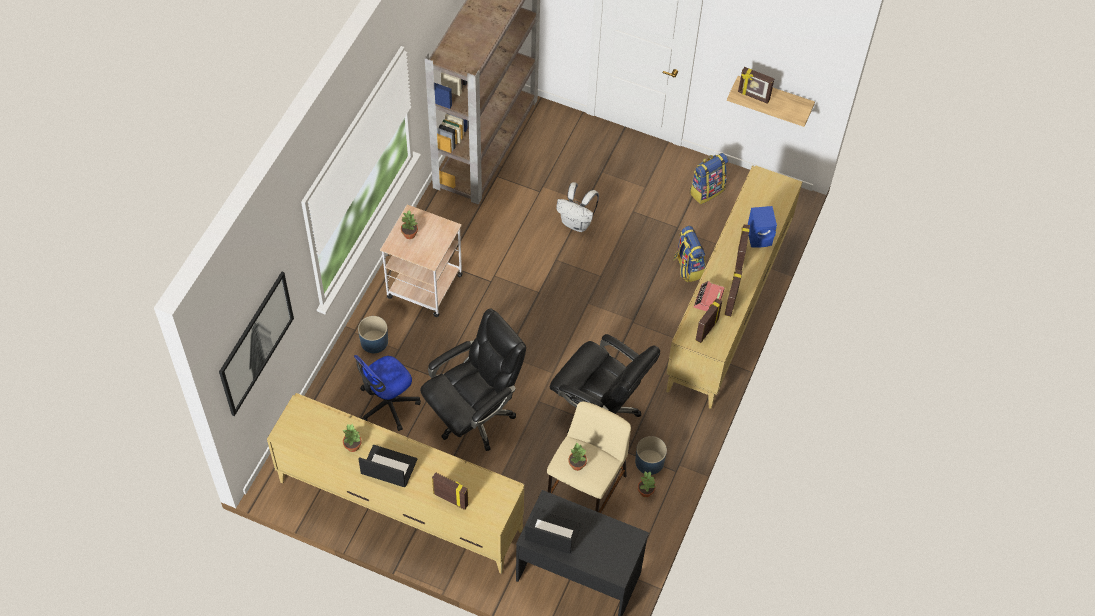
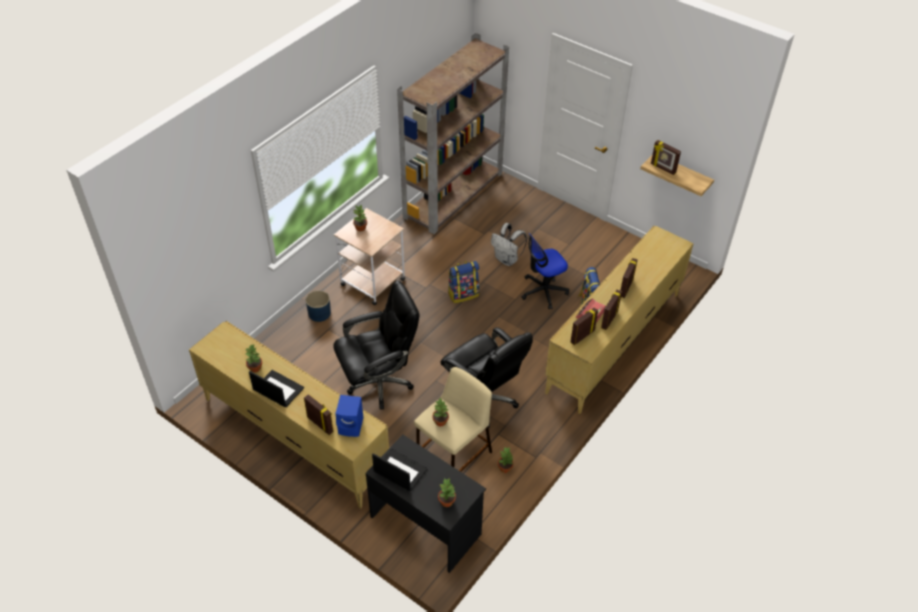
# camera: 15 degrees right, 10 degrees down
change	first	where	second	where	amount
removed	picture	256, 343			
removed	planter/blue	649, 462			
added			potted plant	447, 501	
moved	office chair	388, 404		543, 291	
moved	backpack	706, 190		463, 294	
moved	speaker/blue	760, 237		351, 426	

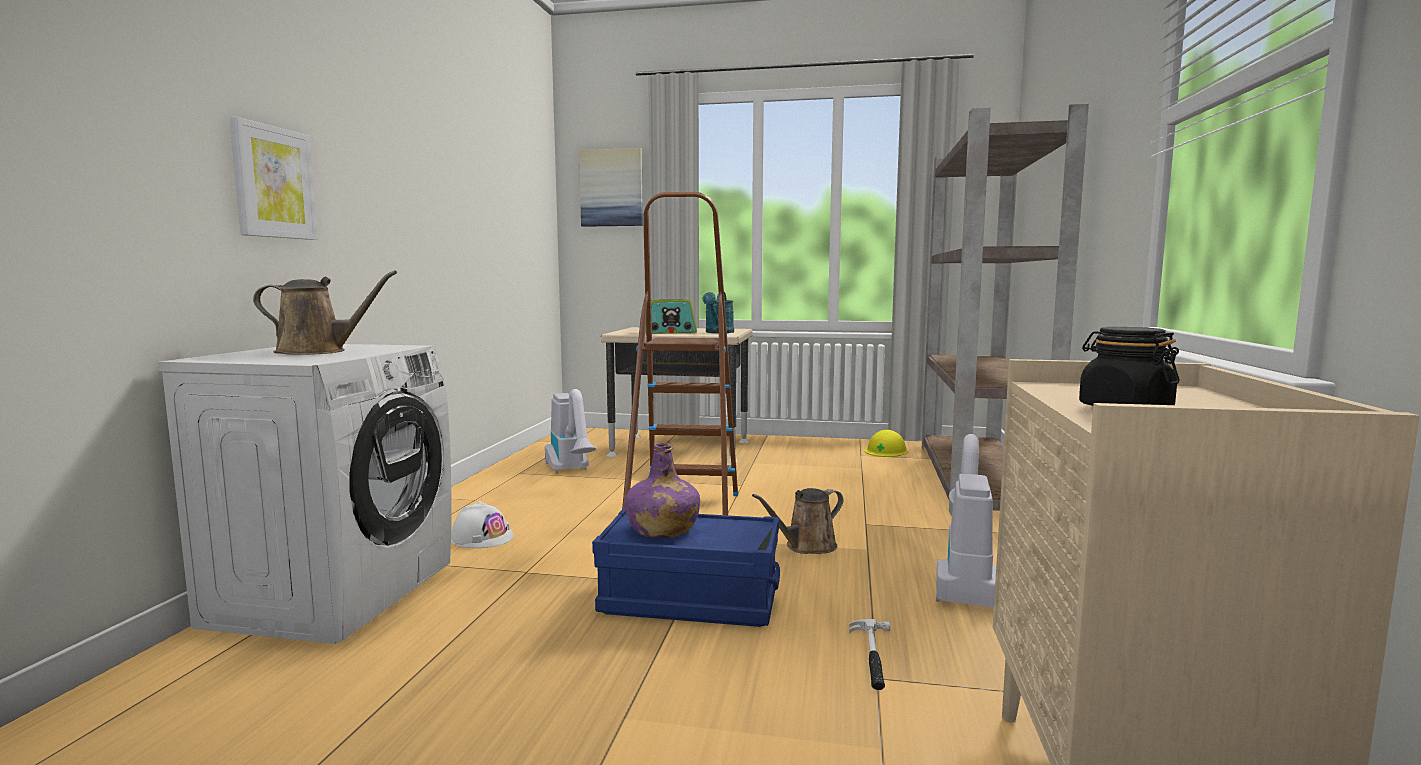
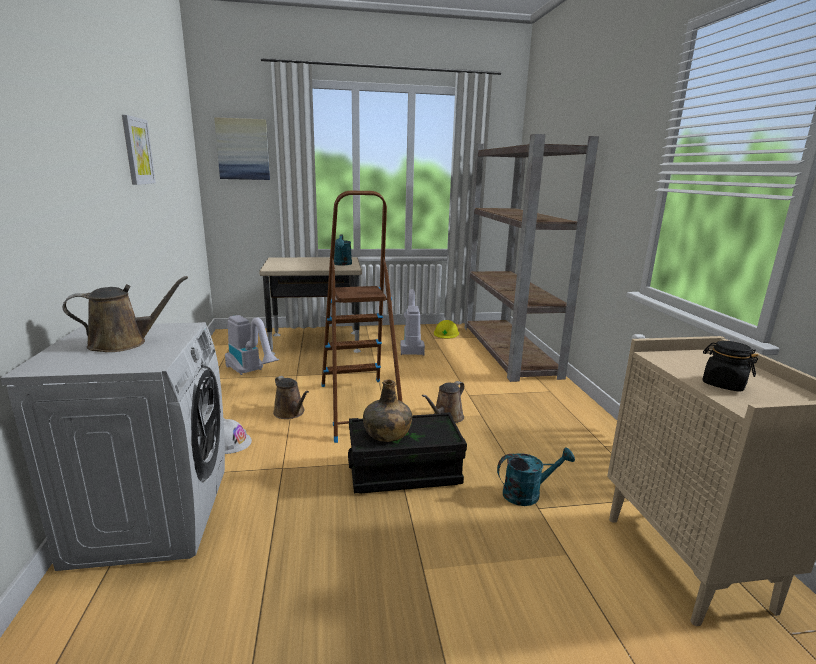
# camera: 20 degrees left, 10 degrees up
change	first	where	second	where	amount
removed	radio	669, 332			
added			watering can/brown	290, 413	
moved	picture	273, 182		137, 151	
moved	vacuum cleaner	965, 578		411, 346	
replaced	hammer	872, 656	watering can/turquoise	528, 493	
recoloured	storage box/blue	690, 599	storage box/black	404, 472	
recoloured	bottle/purple	662, 530	bottle/green	387, 433	

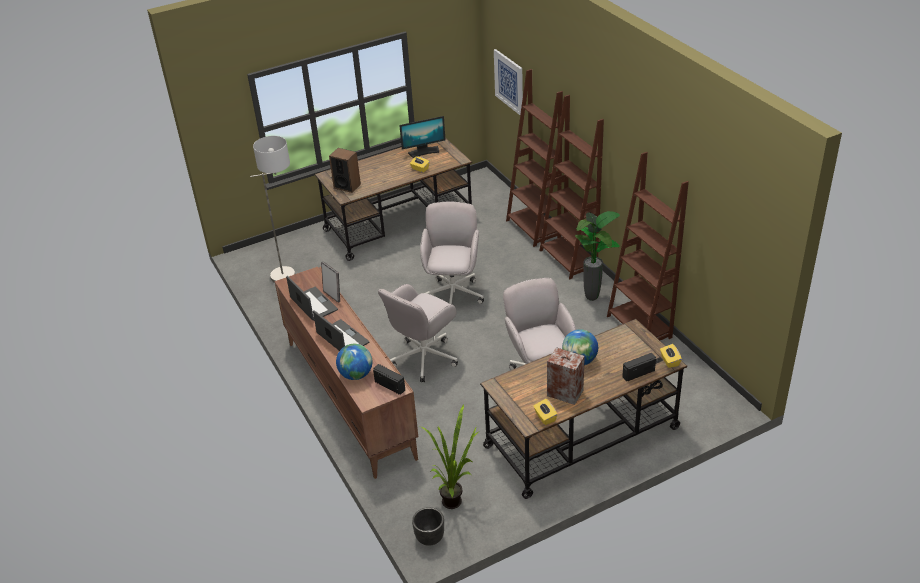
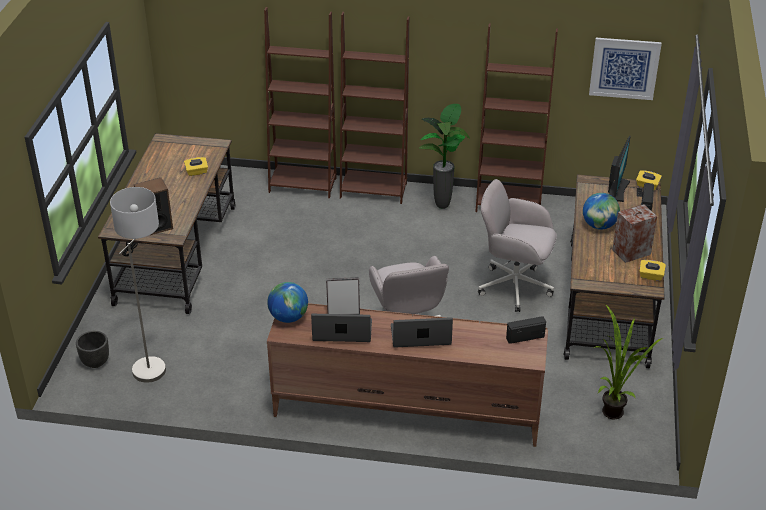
# camera: 55 degrees left, 0 degrees up
change	first	where	second	where	amount
removed	office chair/grey	453, 295			
moved	globe	356, 375		288, 317	
moved	monitor	424, 152		617, 190	
moved	planter/black	429, 537		95, 362	
moved	picture	509, 82		624, 68	

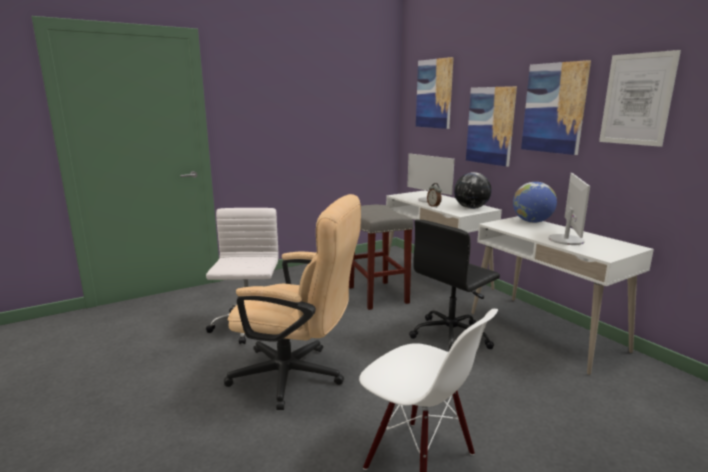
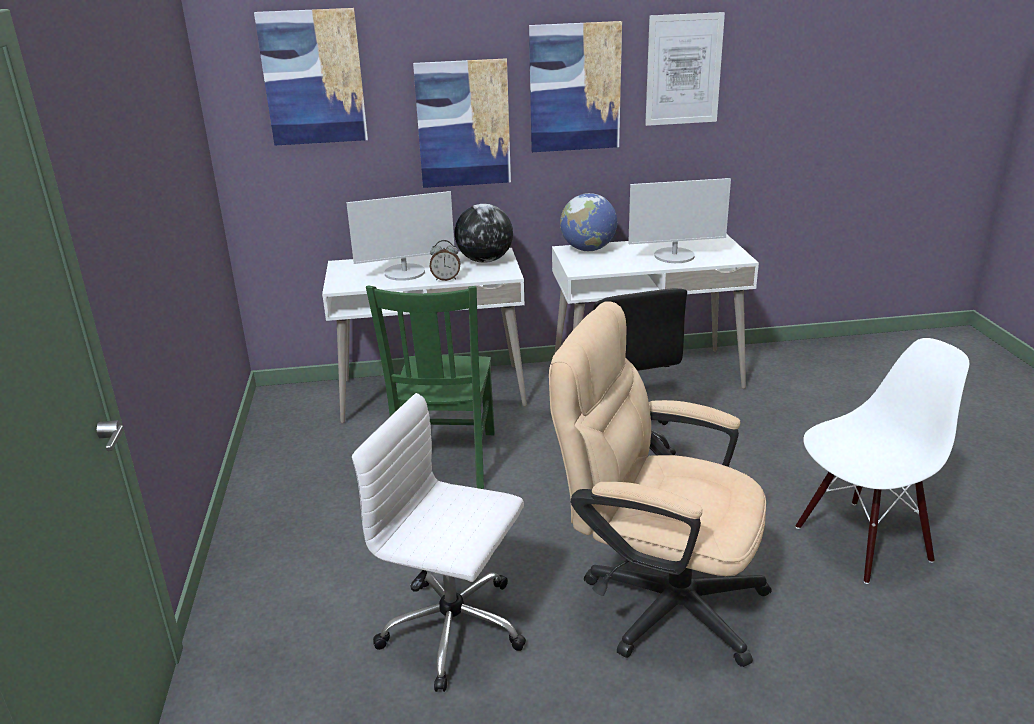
# camera: 65 degrees left, 10 degrees up
change	first	where	second	where	amount
replaced	stool/grey	377, 294	chair/green	446, 461	
turned	office chair/beige	297, 376		657, 599	105 degrees counterclockwise
turned	monitor	566, 240		674, 256	135 degrees clockwise

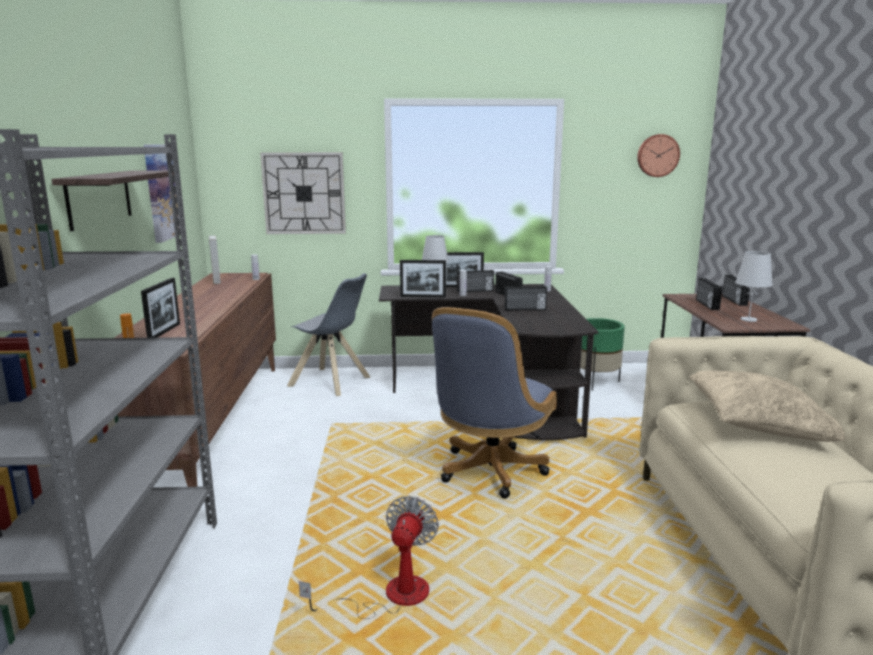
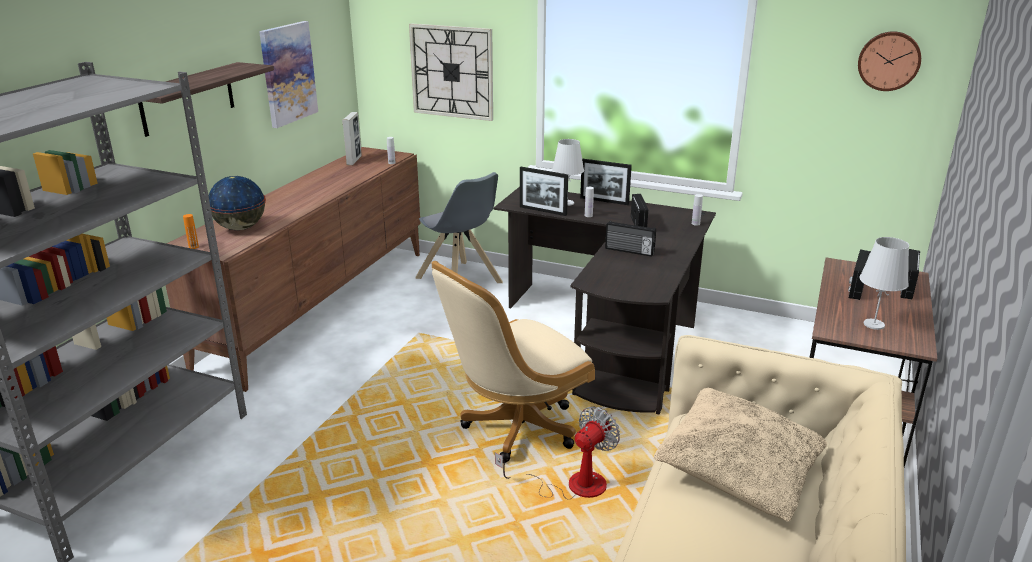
# camera: 25 degrees right, 10 degrees up
change	first	where	second	where	amount
removed	radio	475, 291			
removed	planter/green	596, 382			
moved	fan	391, 596		572, 485	
replaced	picture frame	164, 332	globe	240, 228	
recoloured	office chair/blue	488, 475	office chair/beige	512, 432	

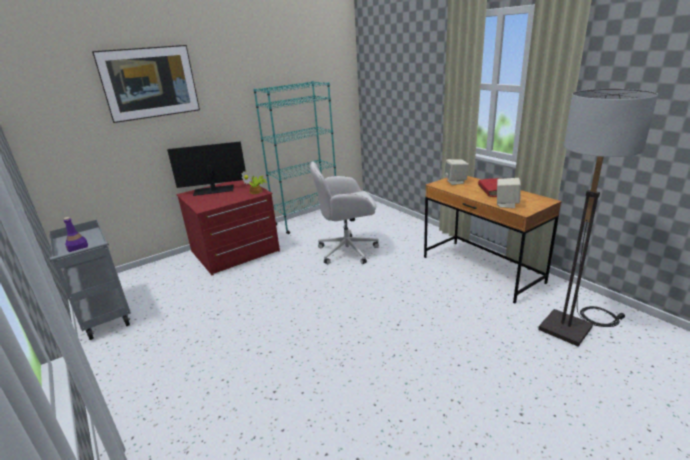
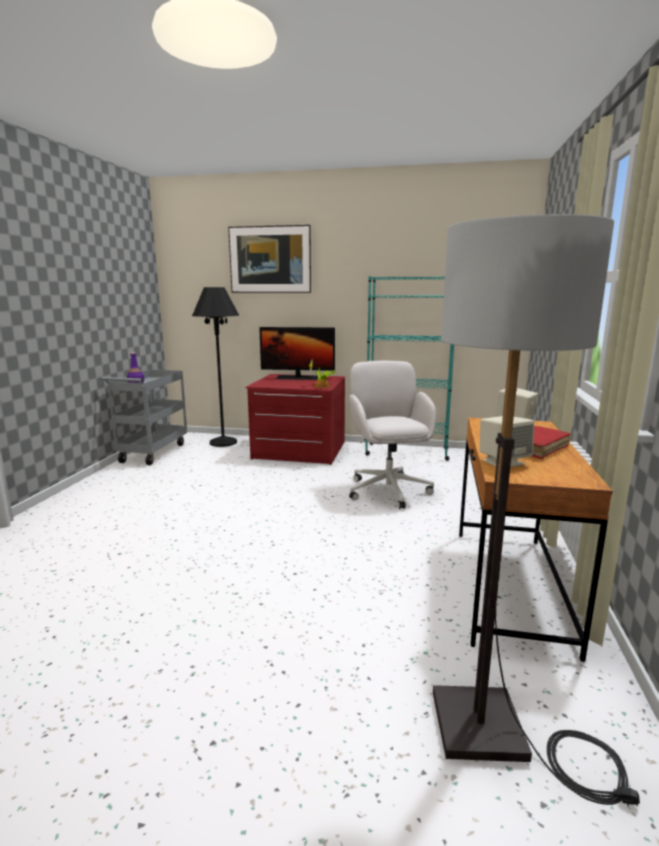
# camera: 45 degrees right, 10 degrees down
change	first	where	second	where	amount
added			floor lamp/black	223, 442	
turned	monitor	213, 190		297, 378	150 degrees clockwise
turned	office chair/white	347, 251		388, 491	45 degrees clockwise

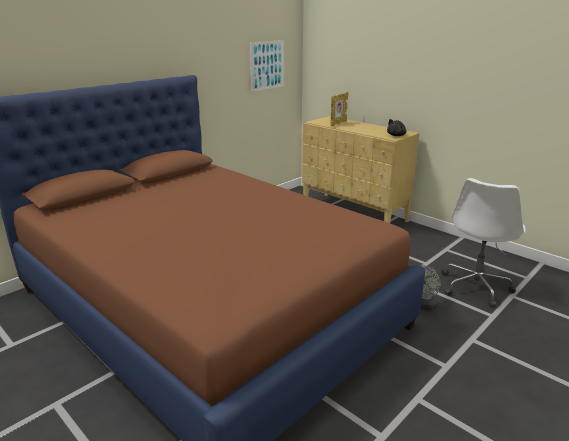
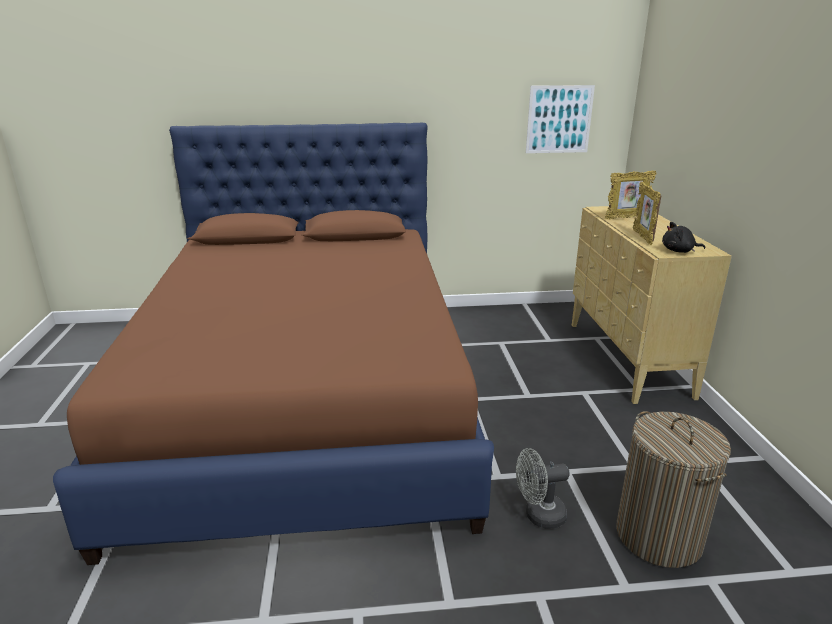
# camera: 40 degrees right, 0 degrees up
change	first	where	second	where	amount
added			picture frame	642, 238	
replaced	office chair/white	474, 288	laundry basket	658, 536	

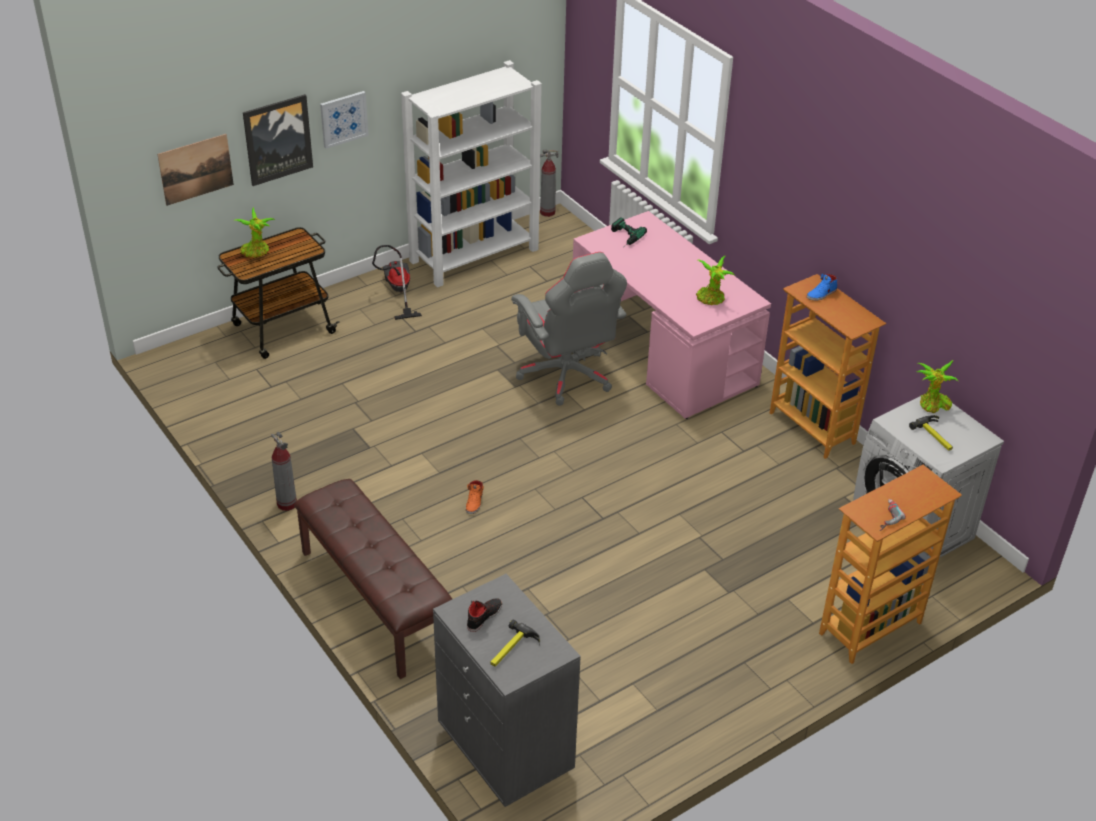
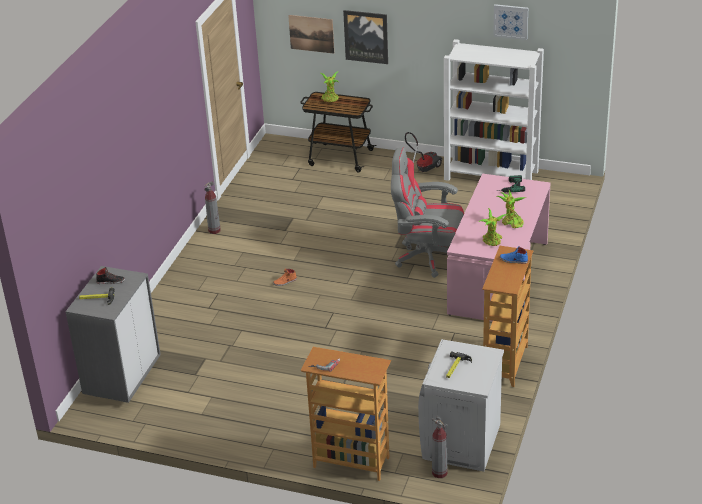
# camera: 55 degrees right, 5 degrees down
change	first	where	second	where	amount
removed	bench/brown	374, 601			
moved	picture	343, 119		511, 21	
moved	fire extinguisher	547, 212		439, 472	
moved	potted plant	932, 405		511, 223	
turned	office chair/grey	565, 375		428, 257	75 degrees clockwise

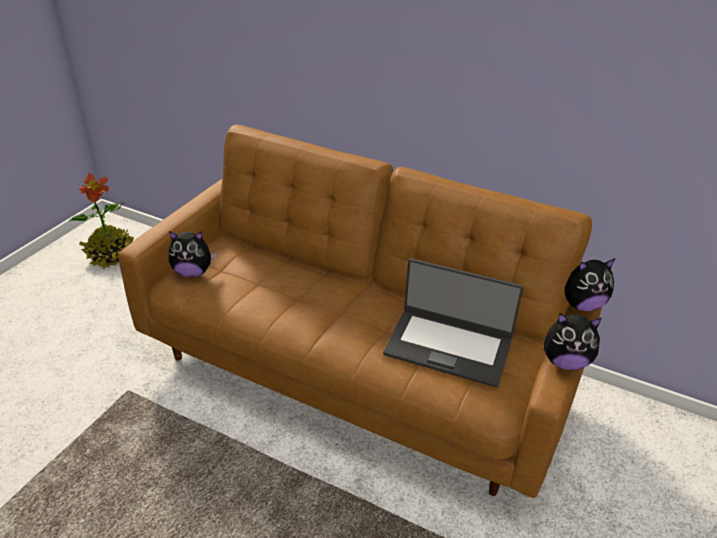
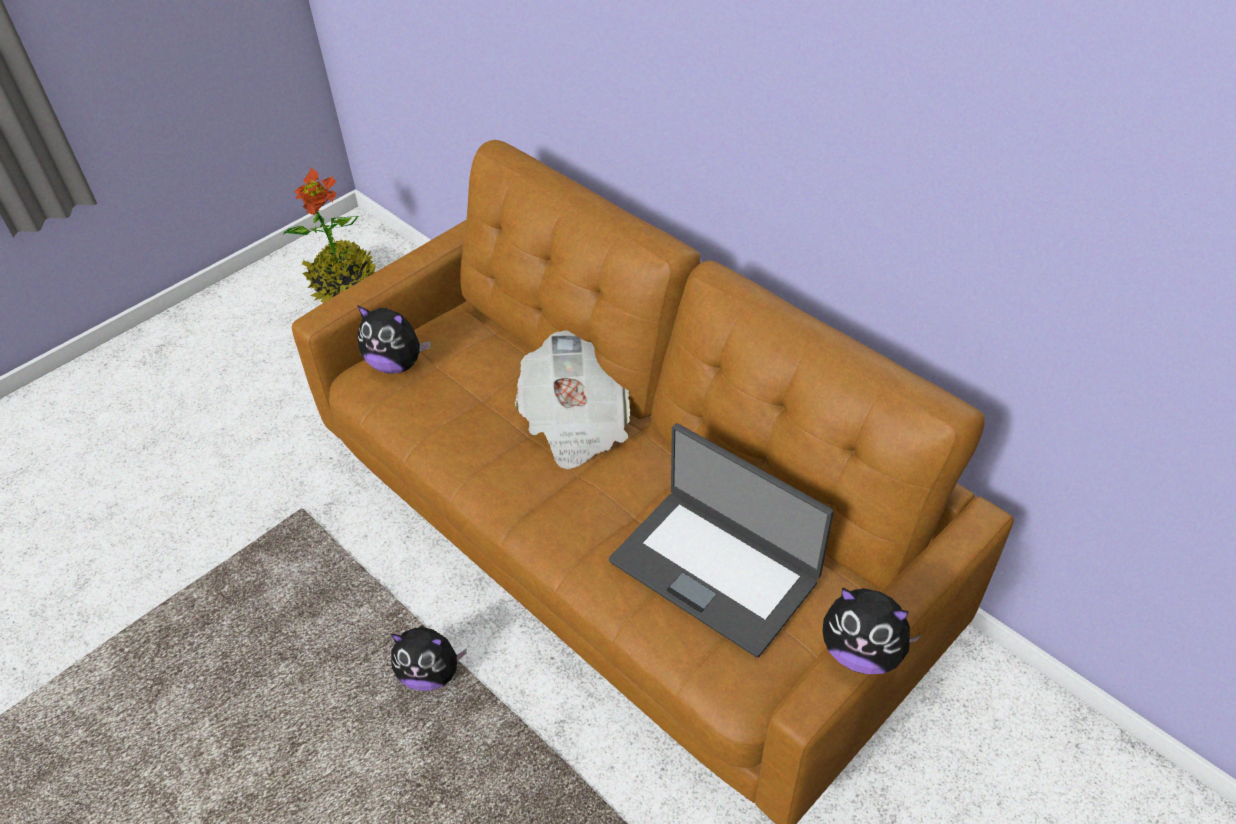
# camera: 20 degrees right, 10 degrees up
change	first	where	second	where	amount
added			newspaper	575, 422	
moved	plush toy	582, 305		430, 673	

